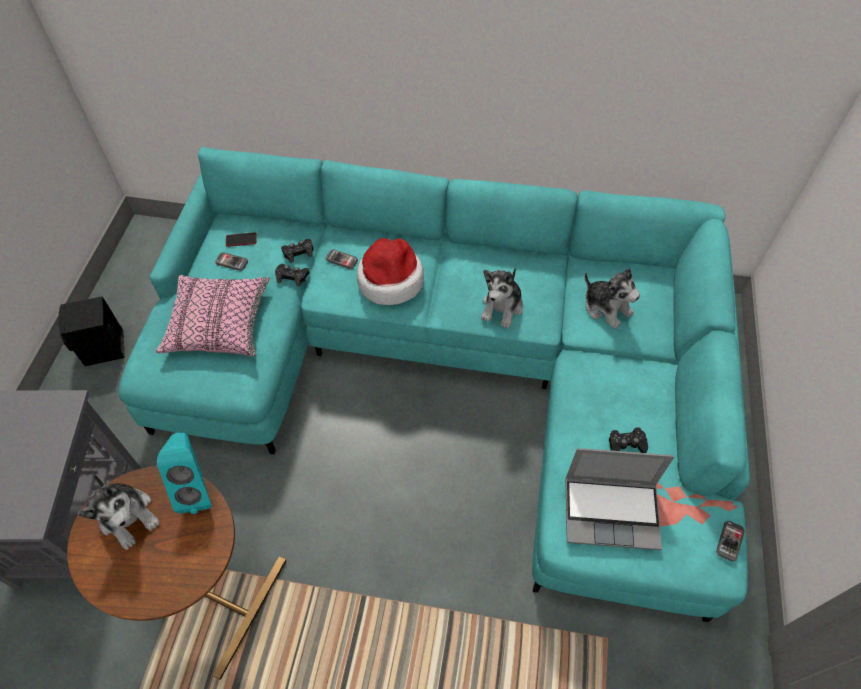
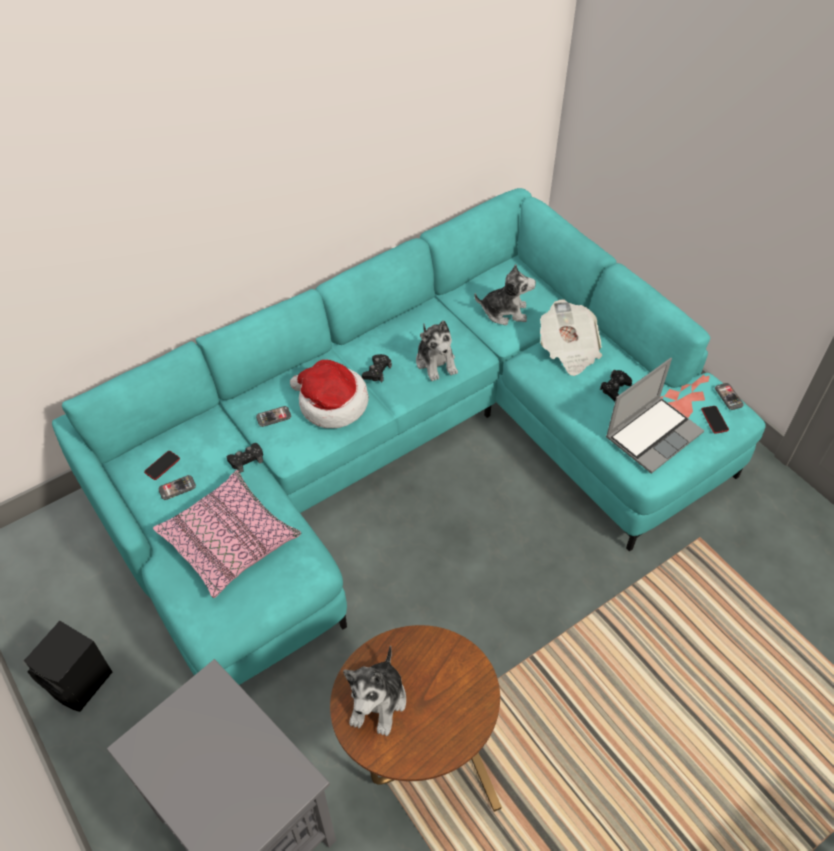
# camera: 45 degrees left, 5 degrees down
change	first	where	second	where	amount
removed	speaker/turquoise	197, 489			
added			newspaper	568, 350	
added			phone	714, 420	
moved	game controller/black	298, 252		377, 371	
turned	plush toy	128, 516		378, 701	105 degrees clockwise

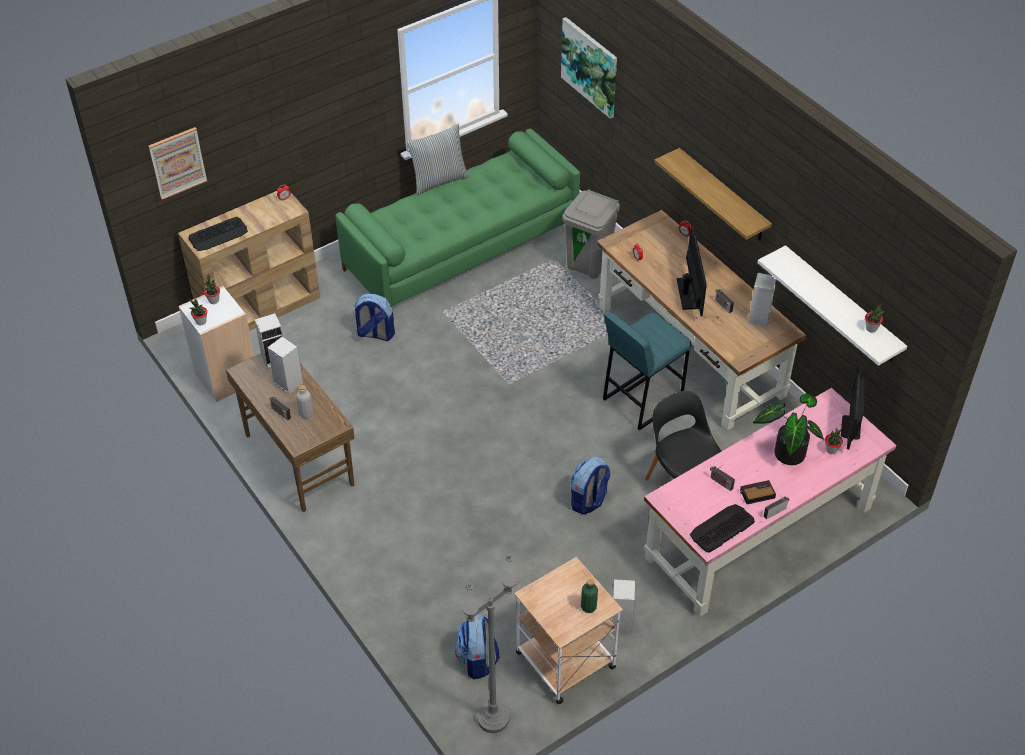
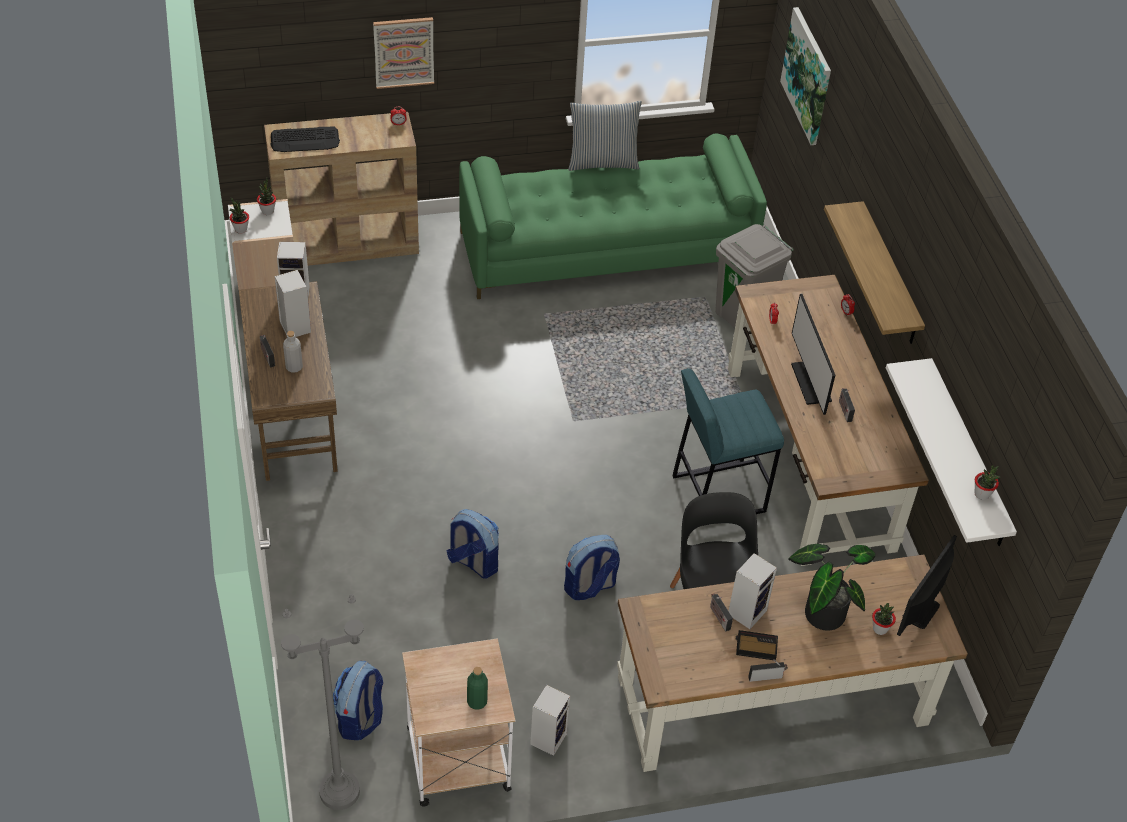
# camera: 20 degrees right, 0 degrees up
change	first	where	second	where	amount
removed	keyboard	721, 528			
moved	picture	177, 162		404, 52	
moved	backpack	375, 334		473, 562	
moved	speaker	758, 317		747, 611	
recoloured	desk/pink	758, 533	desk/brown	771, 701	
turned	monitor	689, 293		811, 383	150 degrees clockwise

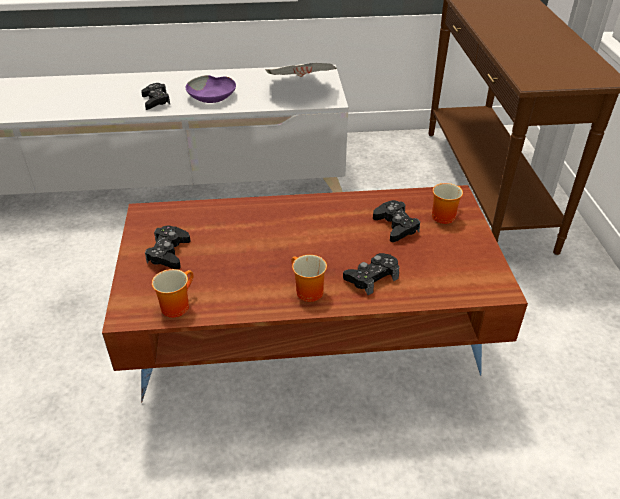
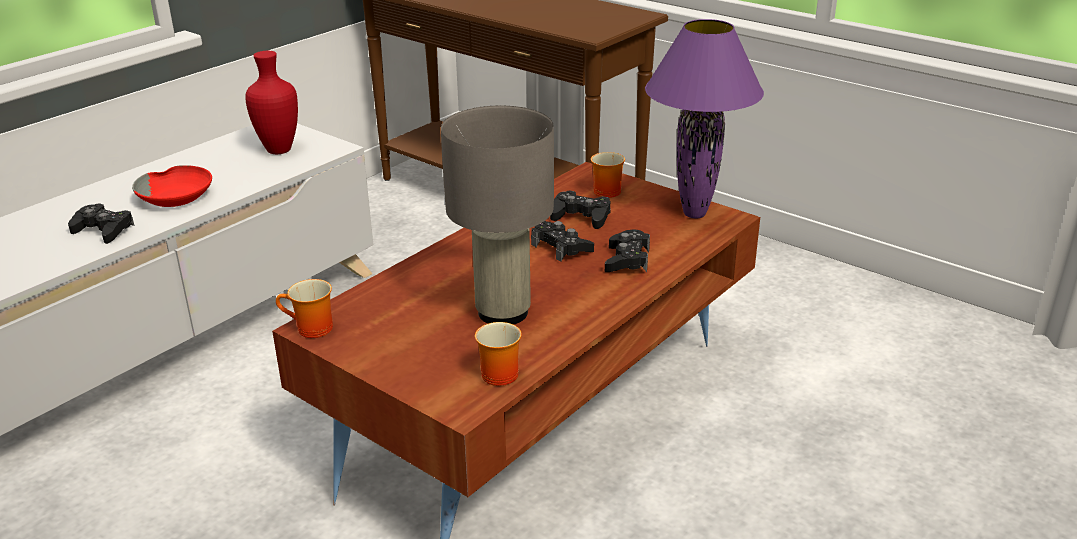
# camera: 45 degrees left, 10 degrees down
change	first	where	second	where	amount
added			table lamp/grey	501, 312	
added			table lamp/purple	693, 214	
moved	game controller/black	169, 253		561, 247	
moved	mug	306, 291		310, 330	
replaced	newspaper	300, 88	vase/red	277, 150	
recoloured	bowl/purple	212, 96	bowl/red	177, 197	

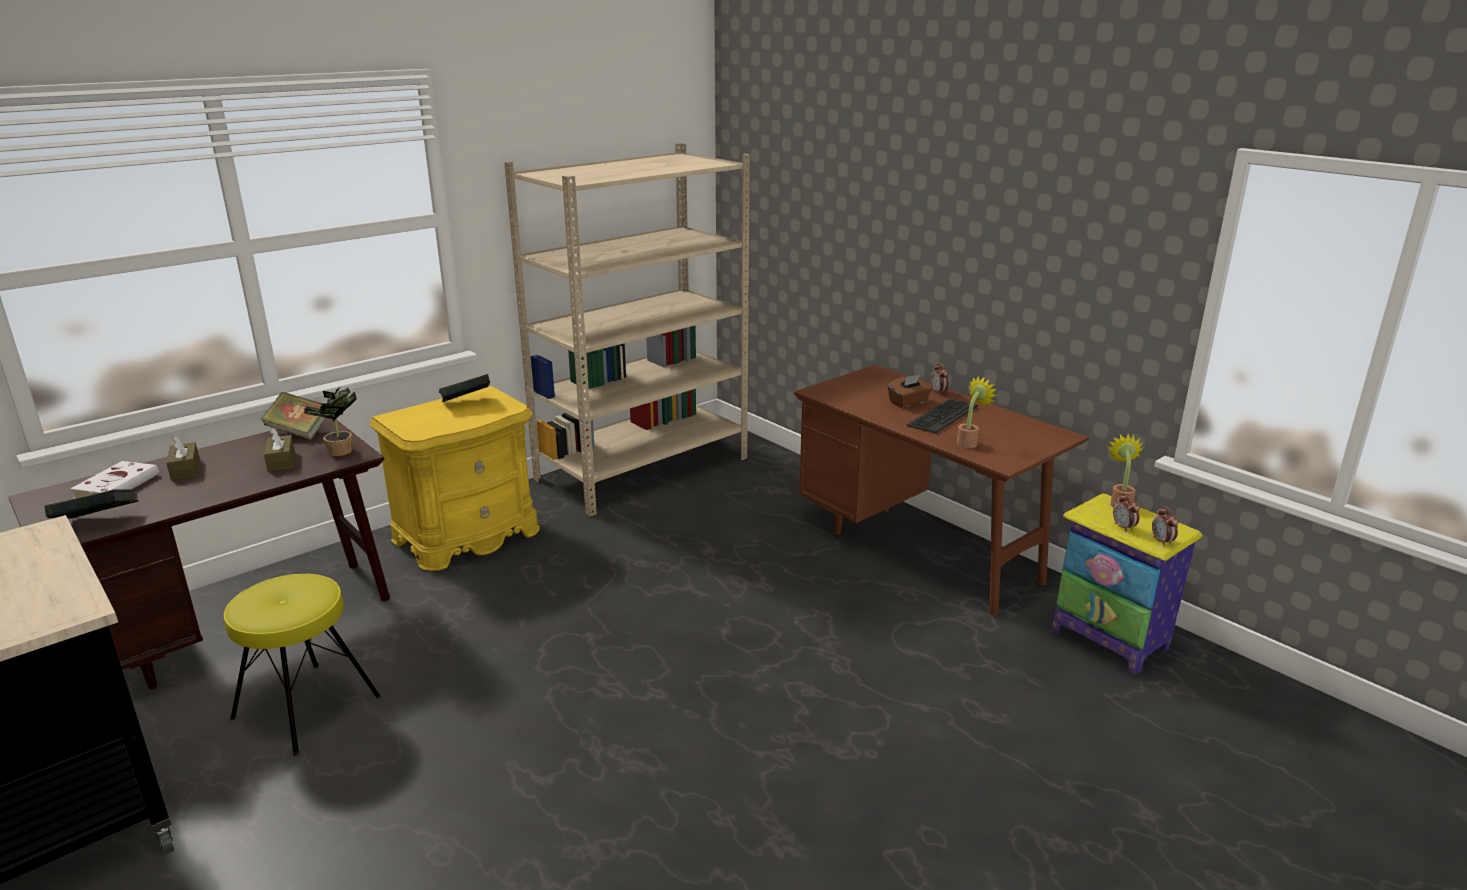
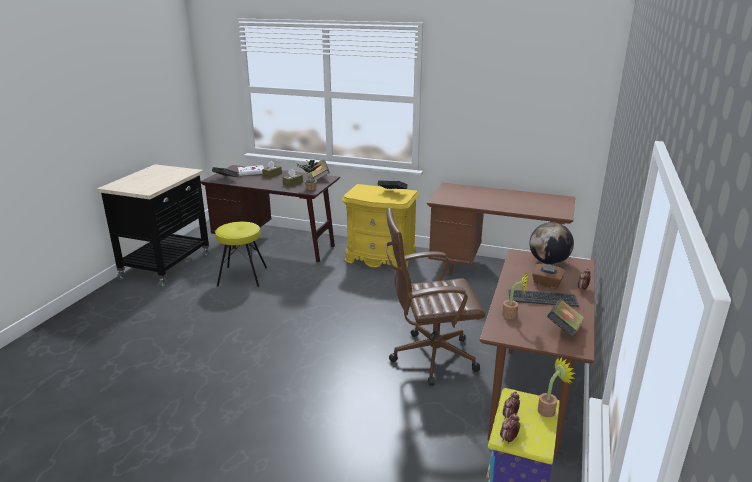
# camera: 60 degrees right, 0 degrees up
change	first	where	second	where	amount
added			office chair/brown	429, 358	
added			globe	548, 262	
added			book	564, 329	
replaced	bookcase/beige	643, 468	desk/brown	495, 272	

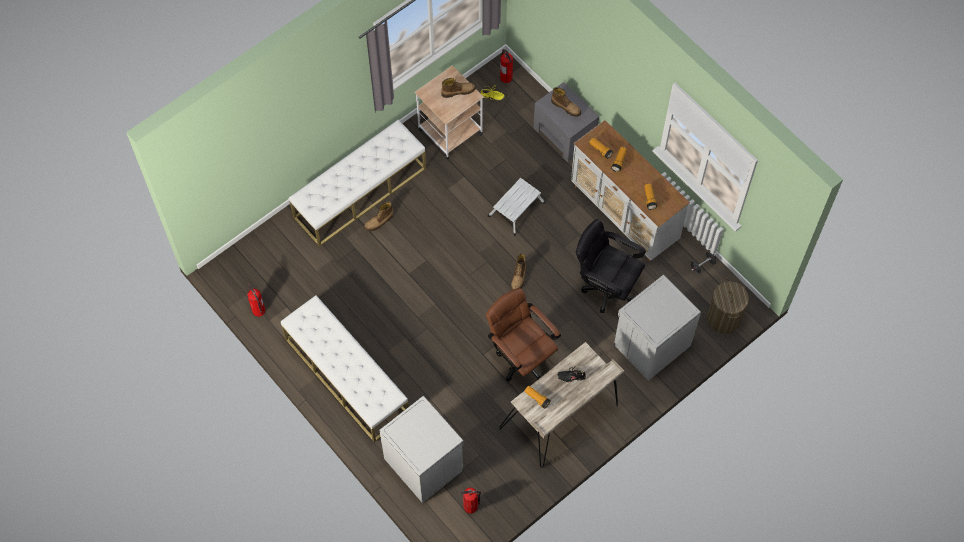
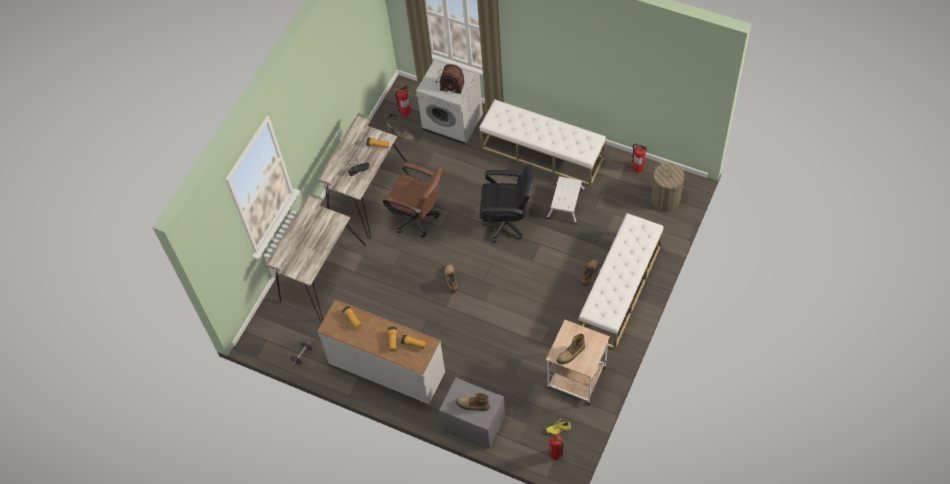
# camera: 160 degrees right, 5 degrees down
change	first	where	second	where	amount
added			boot/green	400, 133	
added			radio	450, 81	
moved	step ladder/white	516, 209		566, 203	
moved	office chair/black	605, 289		508, 224	
moved	laundry basket	723, 318		665, 199	
replaced	washing machine/white	651, 344	desk/beige	321, 274	

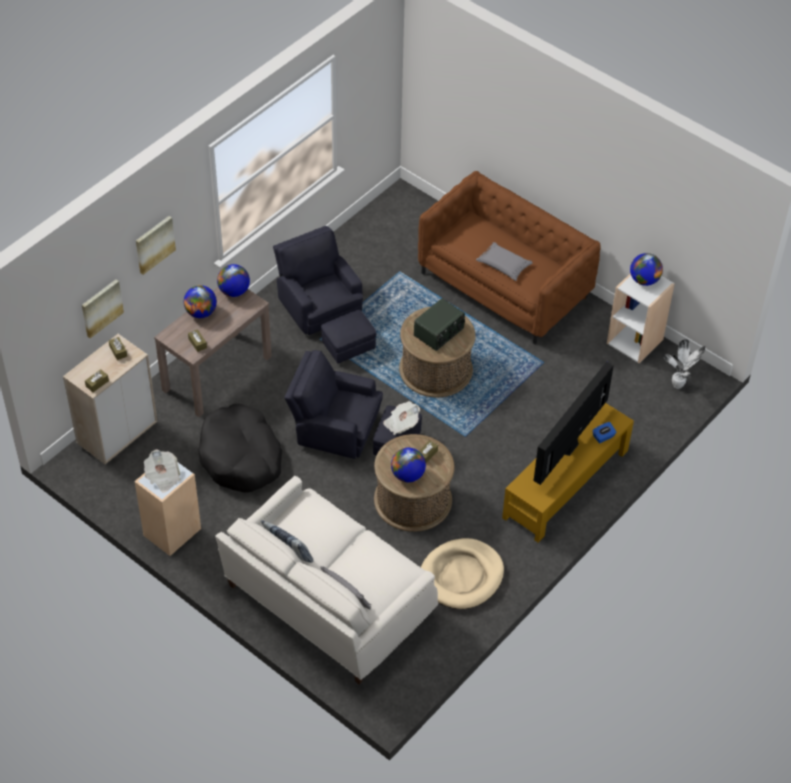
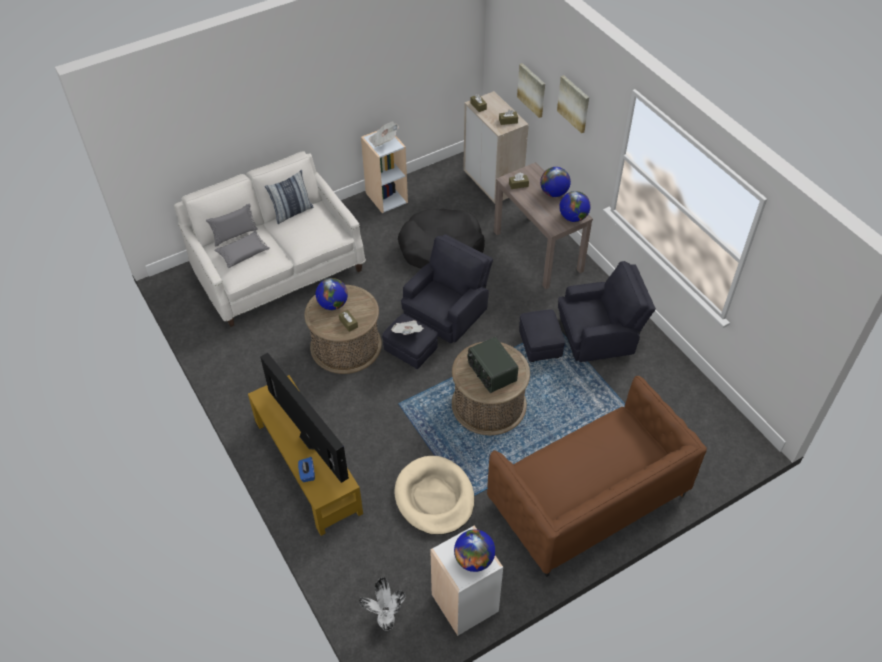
# camera: 110 degrees right, 0 degrees up
change	first	where	second	where	amount
moved	dog bed/beige	461, 576		434, 497	
moved	pillow/grey	504, 264		243, 252	

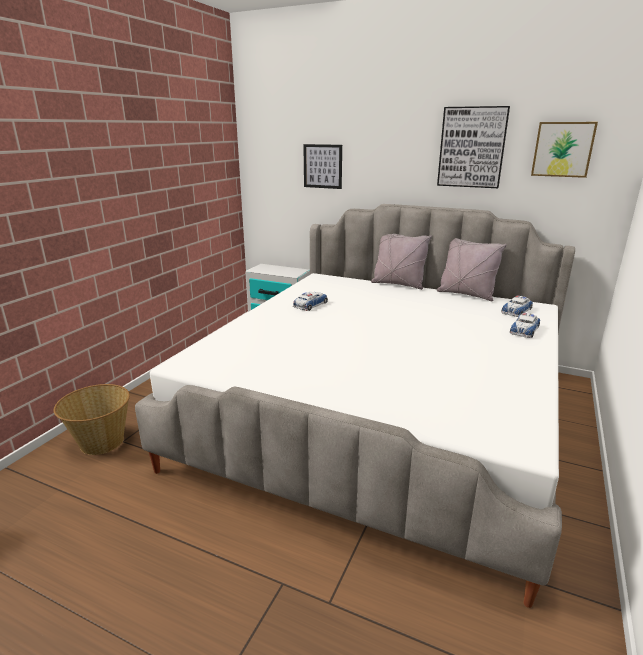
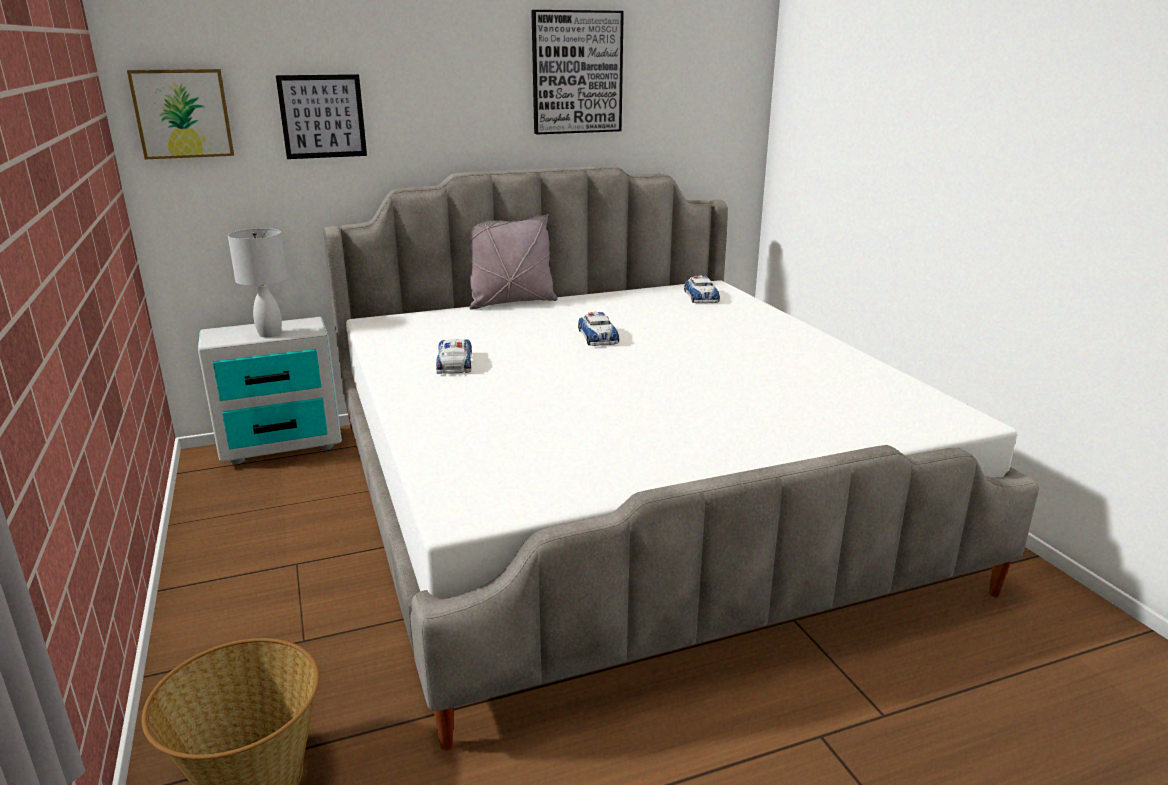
# camera: 45 degrees left, 0 degrees up
change	first	where	second	where	amount
removed	pillow/purple	466, 294			
added			table lamp/white	269, 333	
moved	toy car	524, 330		598, 337	
moved	picture	562, 149		183, 113	

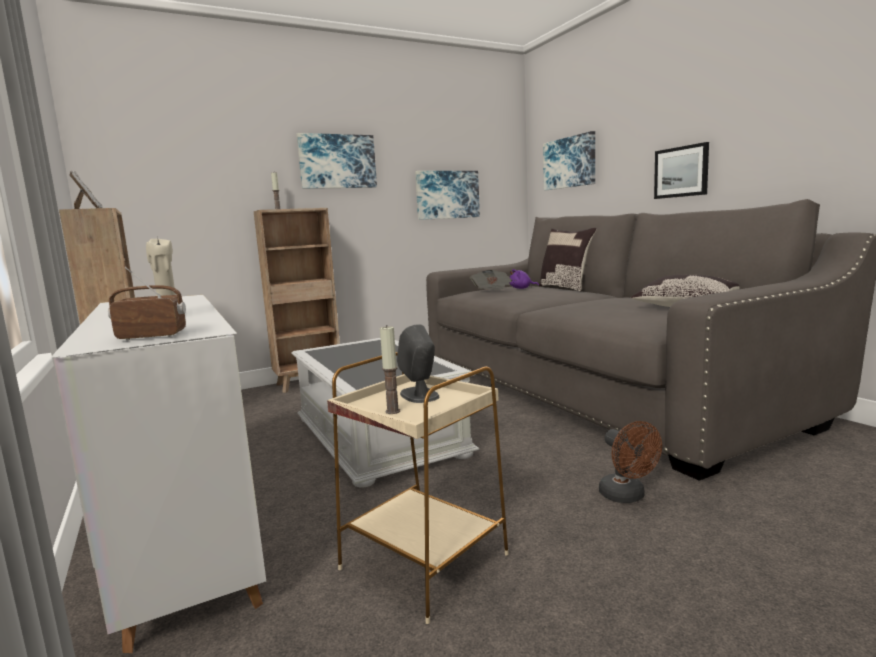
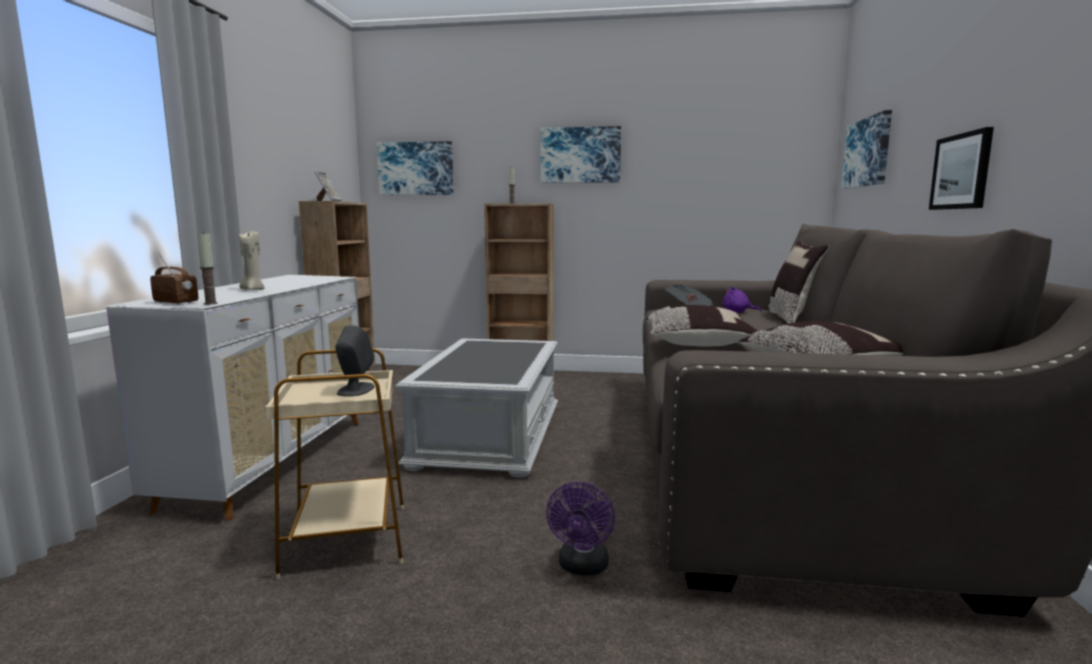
# camera: 35 degrees right, 0 degrees up
change	first	where	second	where	amount
added			pillow	697, 344	
moved	candle	392, 411		210, 303	
moved	picture	447, 195		416, 169	
recoloured	fan/brown	627, 496	fan/purple	582, 567	

